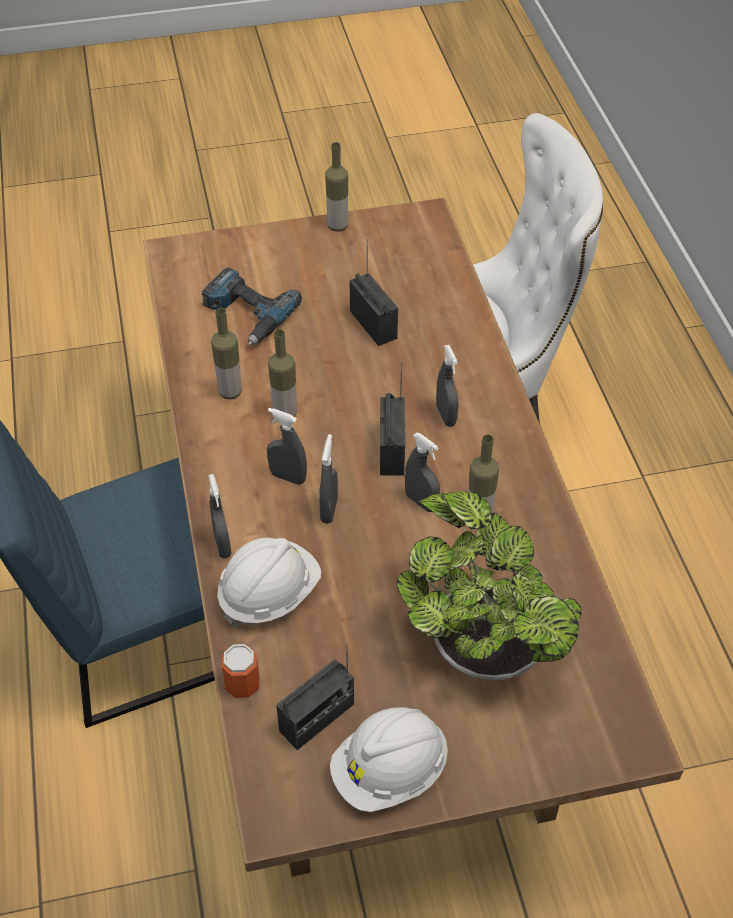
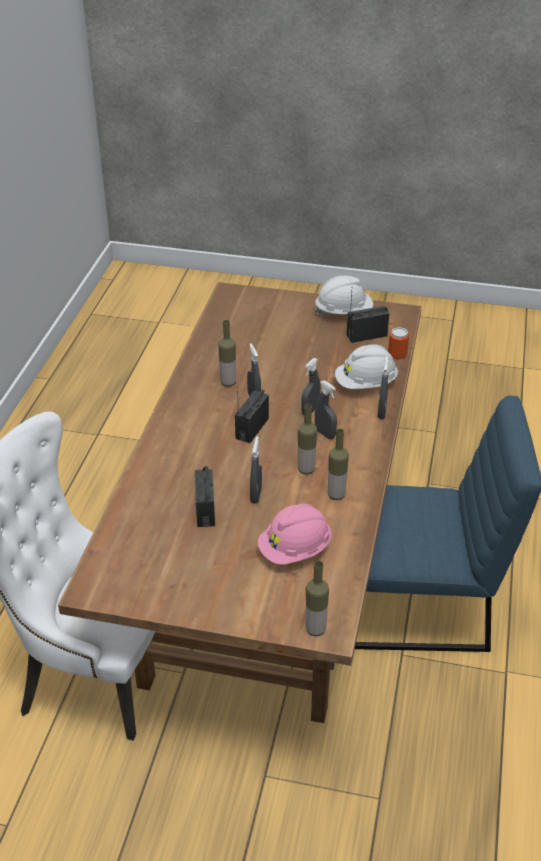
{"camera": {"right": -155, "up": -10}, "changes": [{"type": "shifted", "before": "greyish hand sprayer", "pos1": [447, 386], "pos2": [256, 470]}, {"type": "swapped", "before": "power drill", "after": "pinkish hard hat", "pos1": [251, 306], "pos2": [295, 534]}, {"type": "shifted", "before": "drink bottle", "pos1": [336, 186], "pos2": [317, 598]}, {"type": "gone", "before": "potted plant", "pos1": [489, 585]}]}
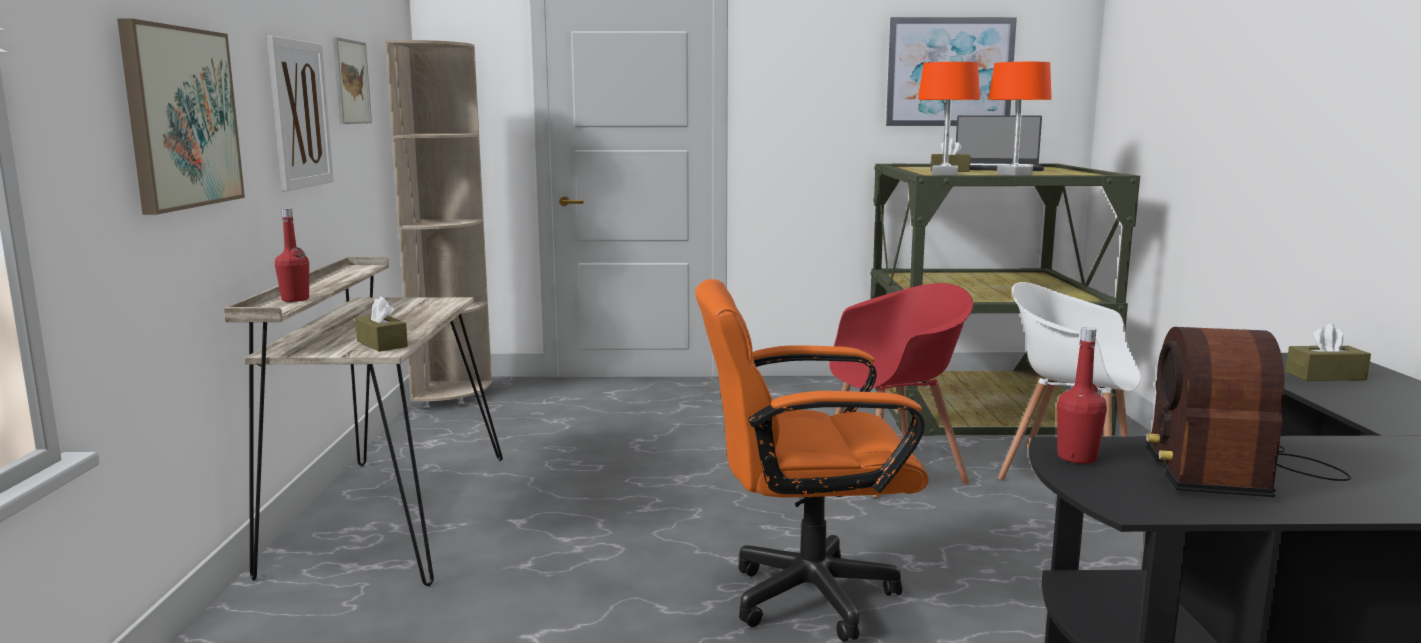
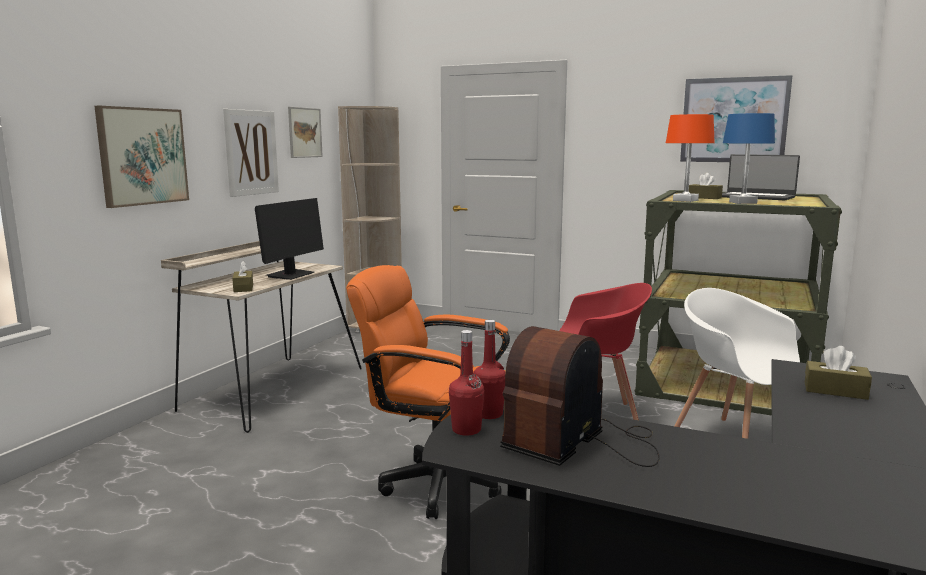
{"camera": {"right": 25, "up": 0}, "changes": [{"type": "new", "after": "computer screen", "pos2": [289, 239]}, {"type": "shifted", "before": "reddish drink bottle", "pos1": [292, 255], "pos2": [467, 383]}, {"type": "repainted", "before": "orange-coloured tabletop lamp", "after": "blue-coloured tabletop lamp", "pos1": [1020, 118], "pos2": [749, 158]}]}
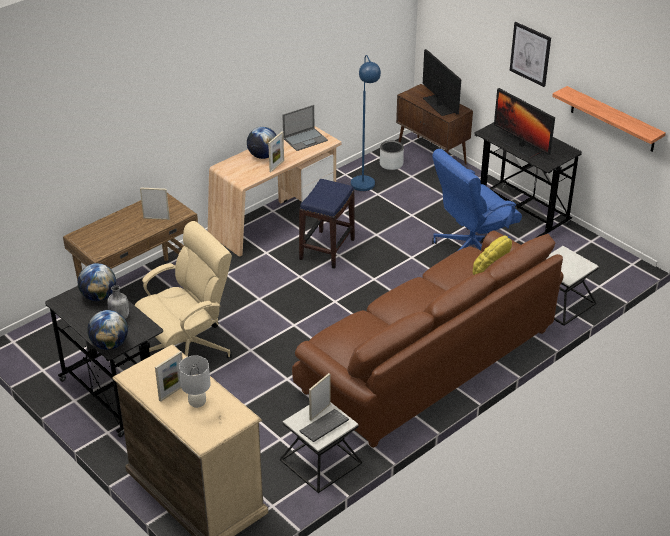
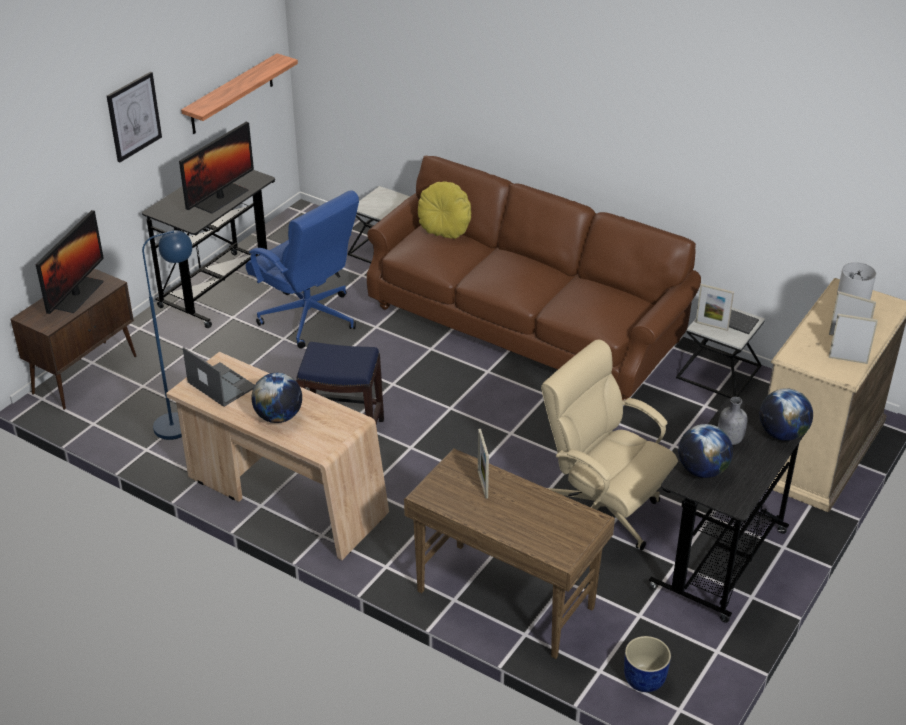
{"camera": {"right": -105, "up": 0}, "changes": [{"type": "rotated", "before": "computer screen", "pos1": [442, 82], "pos2": [70, 262], "turn": 150}, {"type": "new", "after": "blue-coloured planter", "pos2": [647, 664]}, {"type": "shifted", "before": "picture frame", "pos1": [276, 151], "pos2": [853, 339]}, {"type": "gone", "before": "greyish planter", "pos1": [392, 155]}]}
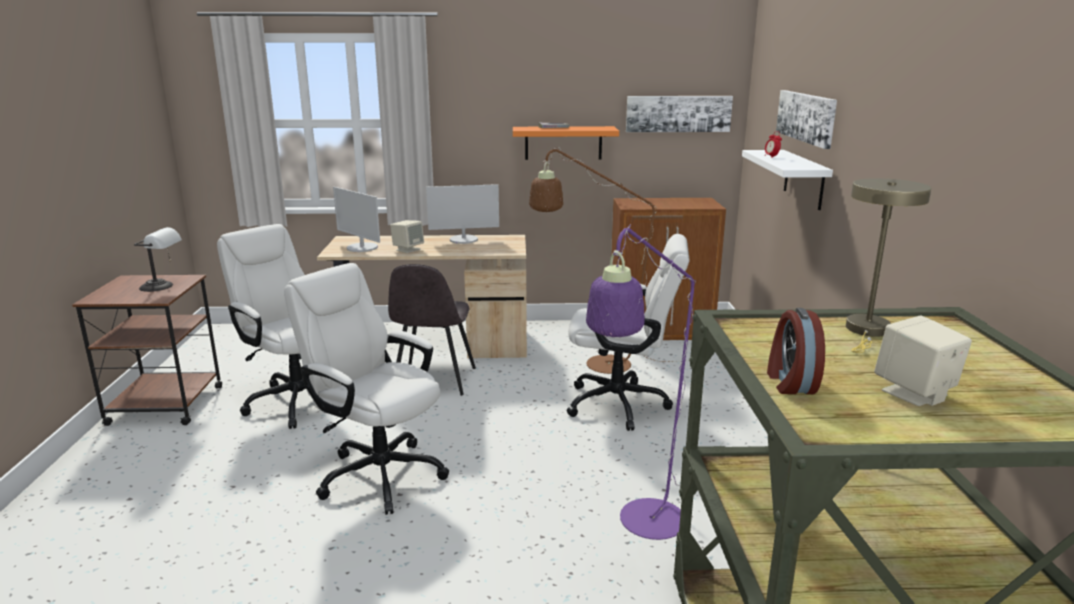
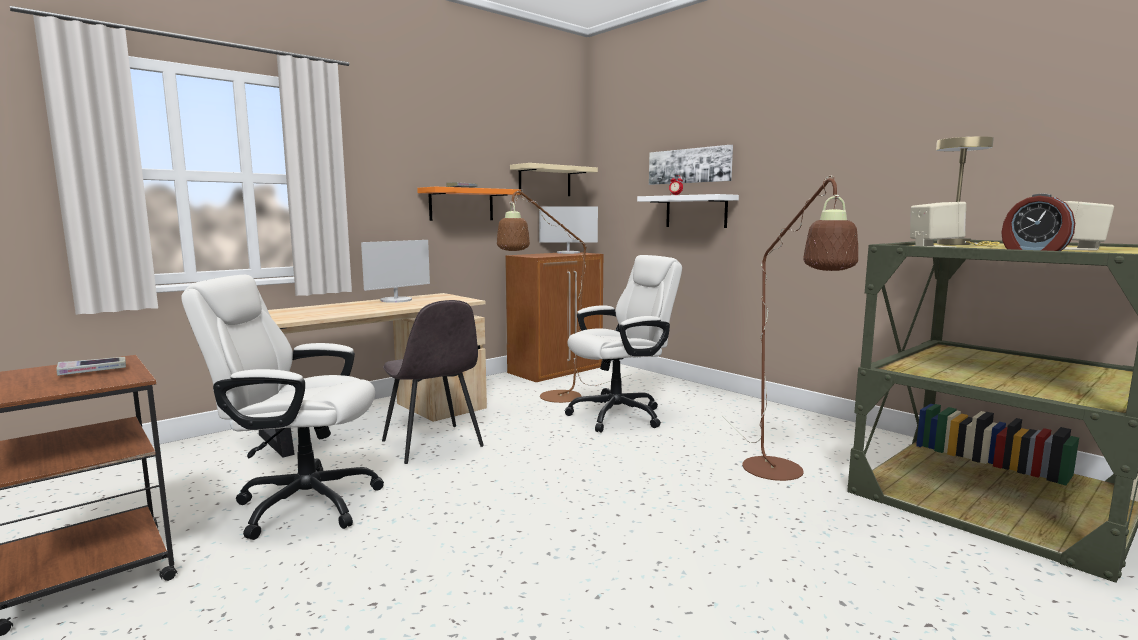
{"camera": {"right": -40, "up": -10}, "changes": [{"type": "swapped", "before": "tabletop lamp", "after": "bound book", "pos1": [158, 259], "pos2": [91, 366]}, {"type": "swapped", "before": "wall art", "after": "beige-coloured shelf", "pos1": [679, 114], "pos2": [554, 179]}, {"type": "shifted", "before": "computer screen", "pos1": [356, 219], "pos2": [568, 230]}, {"type": "repainted", "before": "purplish floor lamp", "after": "brown-coloured floor lamp", "pos1": [655, 382], "pos2": [796, 328]}, {"type": "shifted", "before": "beige-coloured speaker", "pos1": [407, 236], "pos2": [938, 224]}, {"type": "gone", "before": "white-coloured desk chair", "pos1": [366, 389]}]}
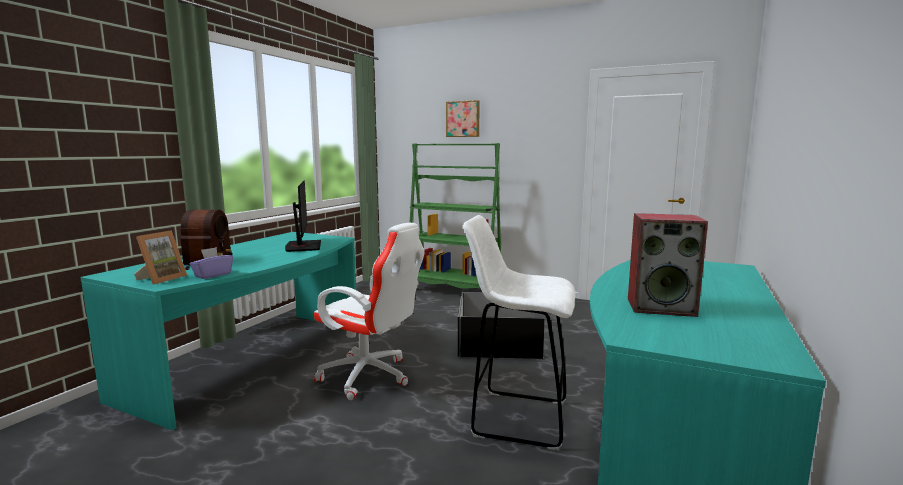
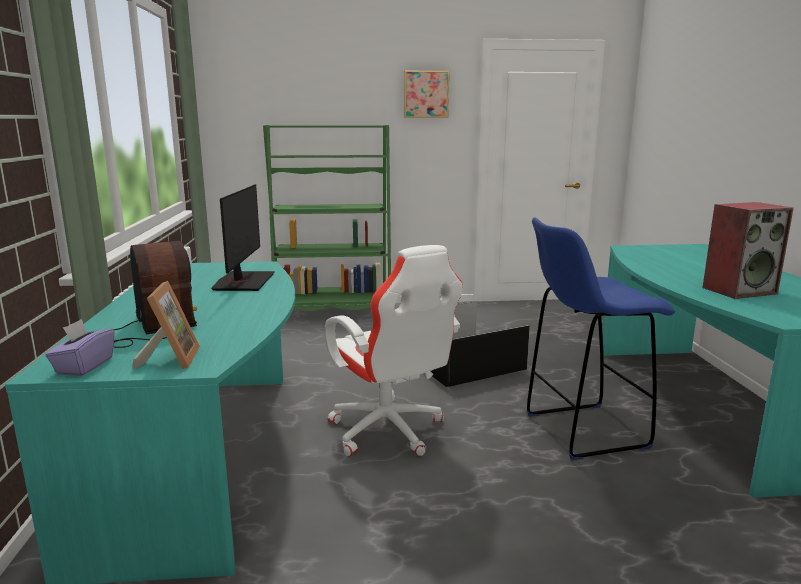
{"camera": {"right": -30, "up": 5}, "changes": [{"type": "shifted", "before": "purplish tissue holder", "pos1": [211, 263], "pos2": [80, 347]}, {"type": "rotated", "before": "computer screen", "pos1": [303, 216], "pos2": [243, 237], "turn": 45}, {"type": "rotated", "before": "white-coloured desk chair", "pos1": [369, 311], "pos2": [394, 350], "turn": 60}, {"type": "shifted", "before": "wall art", "pos1": [463, 118], "pos2": [426, 94]}, {"type": "repainted", "before": "white-coloured sitting stool", "after": "blue-coloured sitting stool", "pos1": [518, 333], "pos2": [600, 338]}]}
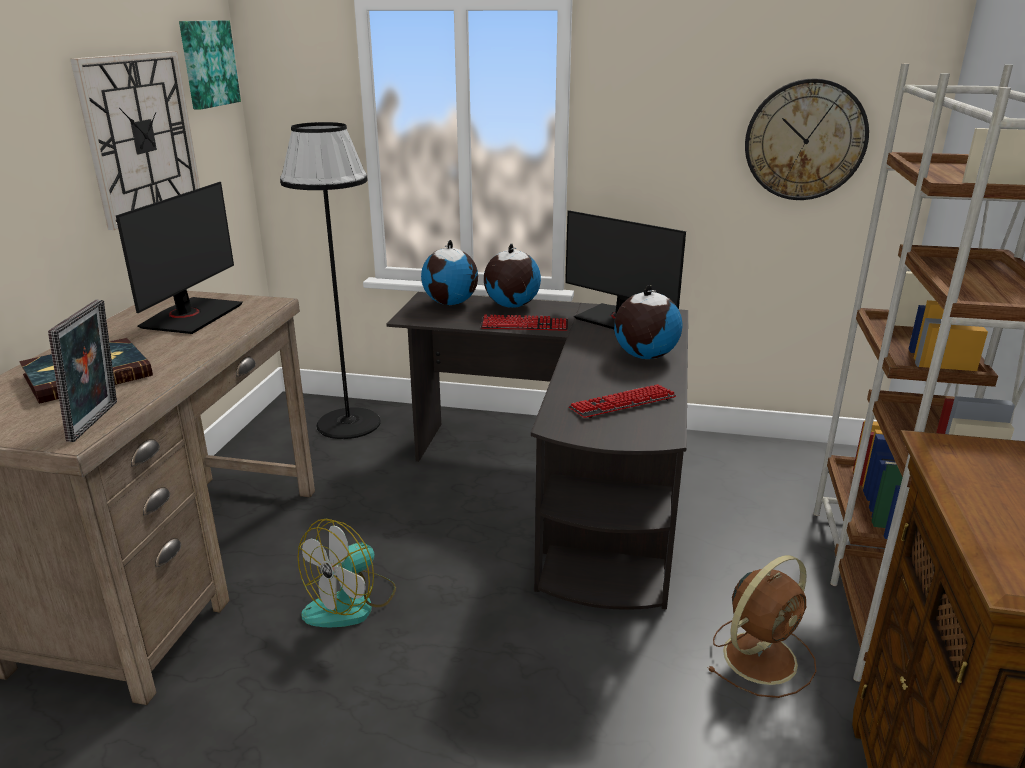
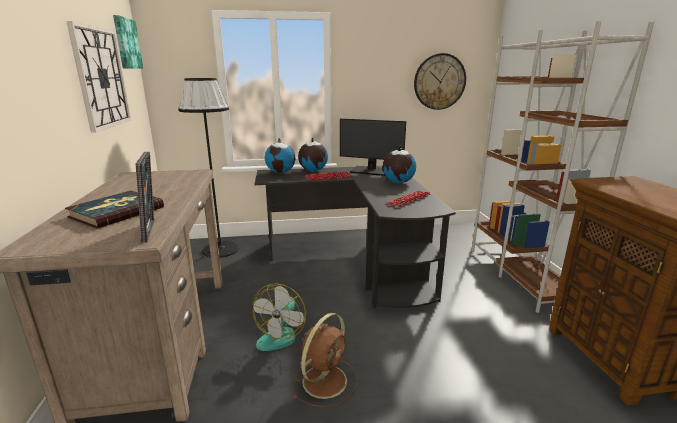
{"camera": {"right": -20, "up": -5}, "changes": [{"type": "shifted", "before": "brown-coloured electric fan", "pos1": [761, 626], "pos2": [325, 360]}, {"type": "gone", "before": "computer screen", "pos1": [179, 258]}]}
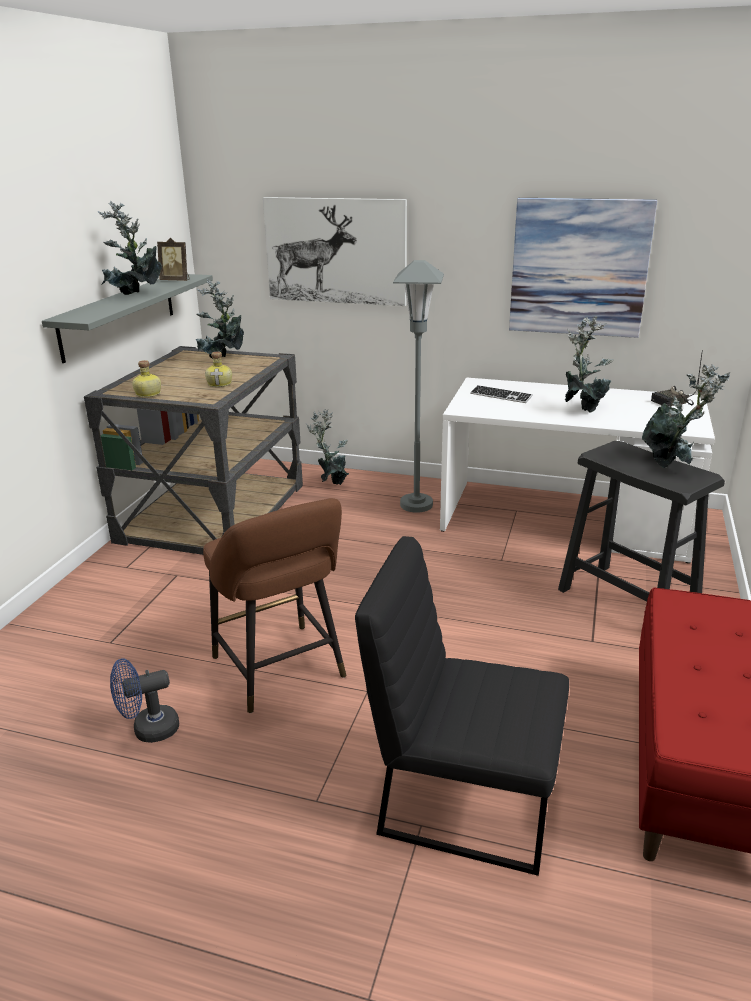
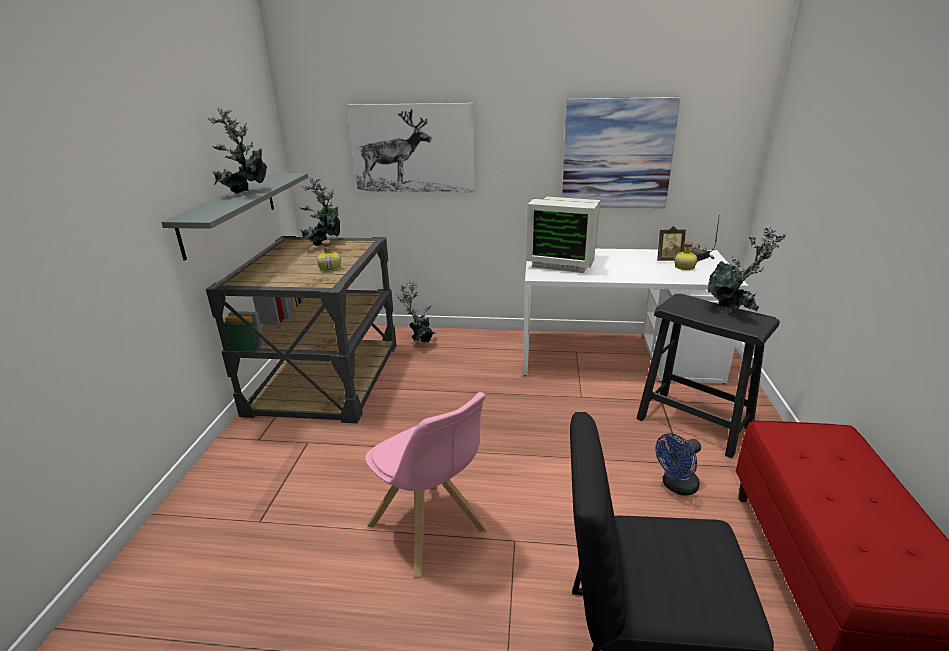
{"camera": {"right": -10, "up": 0}, "changes": [{"type": "swapped", "before": "brown-coloured sitting stool", "after": "pinkish plain chair", "pos1": [274, 605], "pos2": [426, 485]}, {"type": "swapped", "before": "computer keyboard", "after": "computer screen", "pos1": [501, 394], "pos2": [563, 235]}, {"type": "shifted", "before": "blue-coloured electric fan", "pos1": [144, 700], "pos2": [678, 464]}, {"type": "shifted", "before": "picture frame", "pos1": [173, 259], "pos2": [671, 243]}, {"type": "shifted", "before": "drink bottle", "pos1": [146, 378], "pos2": [686, 255]}, {"type": "gone", "before": "greyish floor lamp", "pos1": [418, 386]}, {"type": "gone", "before": "potted plant", "pos1": [589, 364]}]}
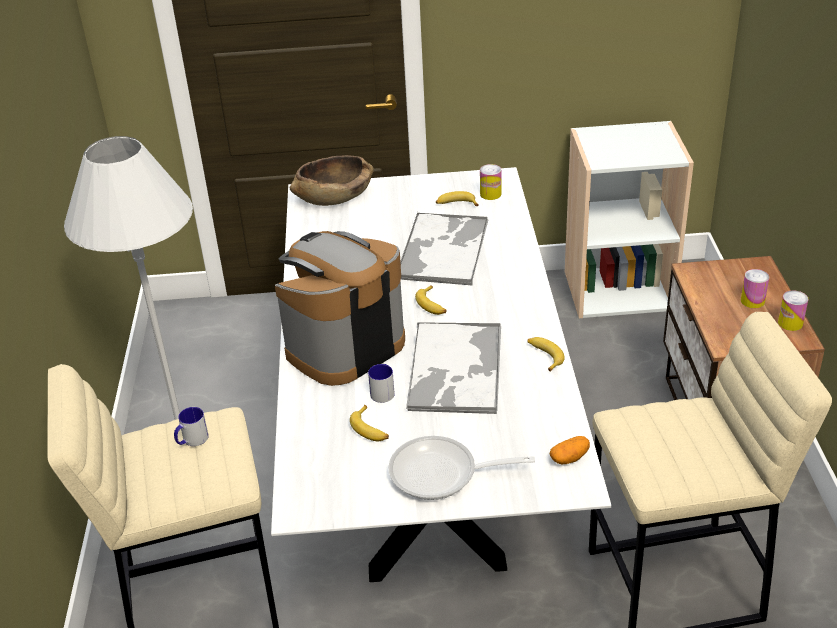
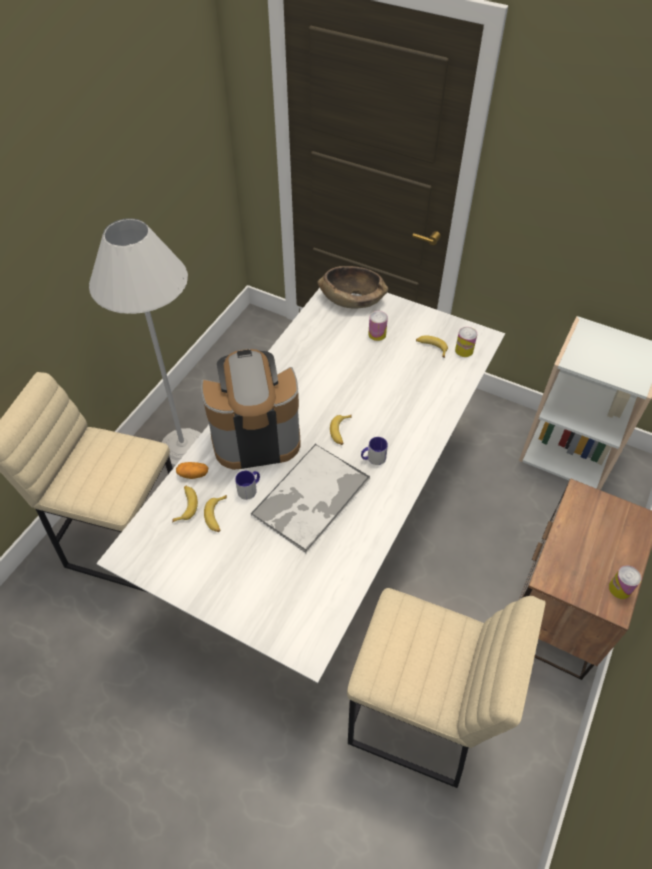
{"camera": {"right": 30, "up": 15}, "changes": [{"type": "shifted", "before": "banana", "pos1": [546, 354], "pos2": [185, 504]}, {"type": "shifted", "before": "whole potato", "pos1": [570, 450], "pos2": [192, 470]}, {"type": "shifted", "before": "coffee mug", "pos1": [191, 426], "pos2": [374, 451]}, {"type": "shifted", "before": "sealed can", "pos1": [755, 288], "pos2": [378, 326]}, {"type": "gone", "before": "frying pan", "pos1": [461, 468]}, {"type": "gone", "before": "tray", "pos1": [444, 248]}]}
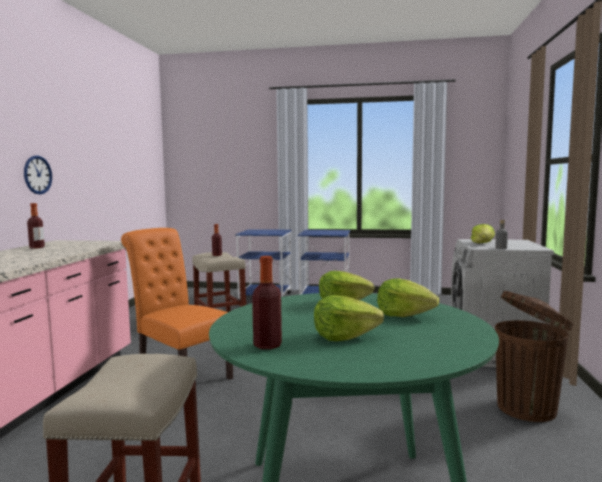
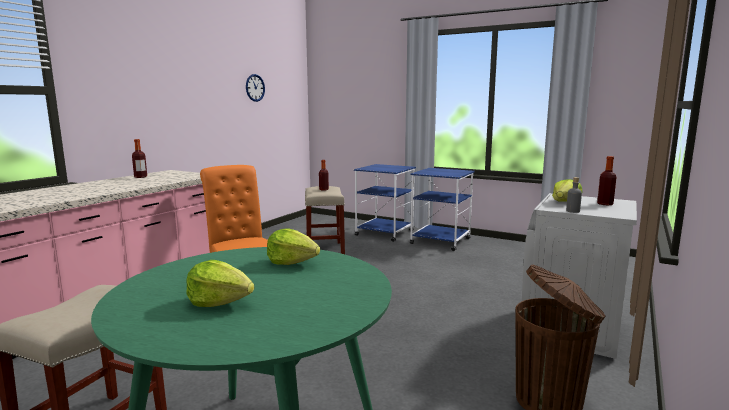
{"camera": {"right": 20, "up": 5}, "changes": [{"type": "shifted", "before": "hanging clock", "pos1": [38, 175], "pos2": [255, 88]}, {"type": "shifted", "before": "drink bottle", "pos1": [267, 302], "pos2": [606, 180]}, {"type": "gone", "before": "lettuce", "pos1": [408, 298]}]}
